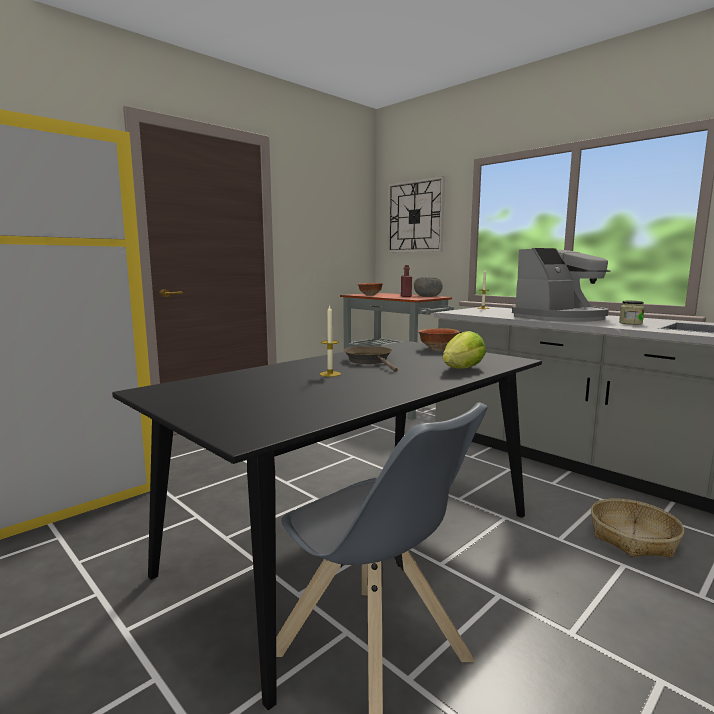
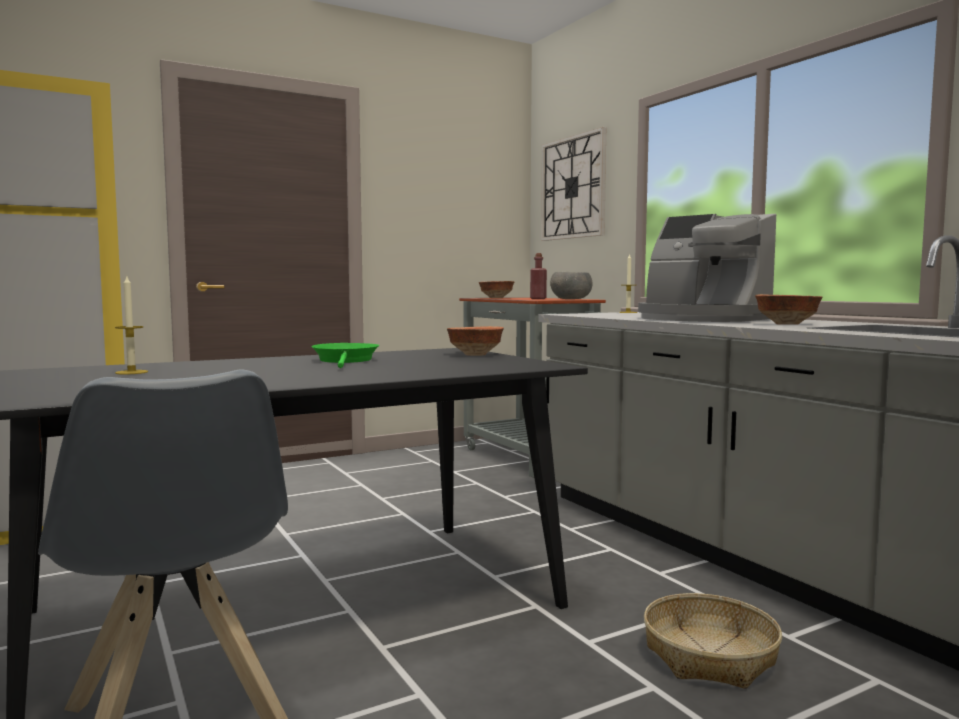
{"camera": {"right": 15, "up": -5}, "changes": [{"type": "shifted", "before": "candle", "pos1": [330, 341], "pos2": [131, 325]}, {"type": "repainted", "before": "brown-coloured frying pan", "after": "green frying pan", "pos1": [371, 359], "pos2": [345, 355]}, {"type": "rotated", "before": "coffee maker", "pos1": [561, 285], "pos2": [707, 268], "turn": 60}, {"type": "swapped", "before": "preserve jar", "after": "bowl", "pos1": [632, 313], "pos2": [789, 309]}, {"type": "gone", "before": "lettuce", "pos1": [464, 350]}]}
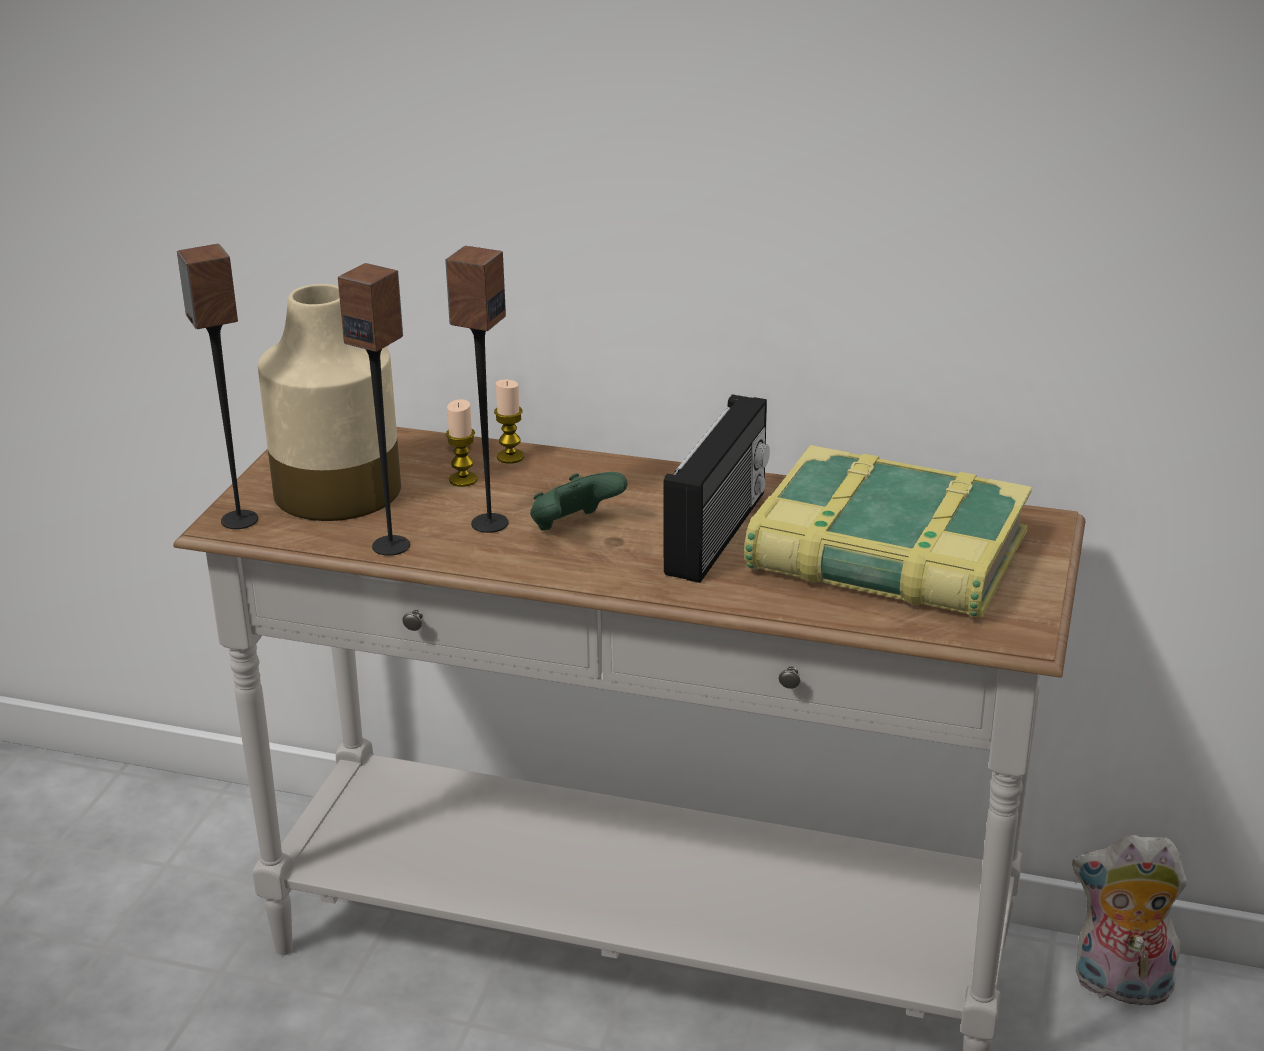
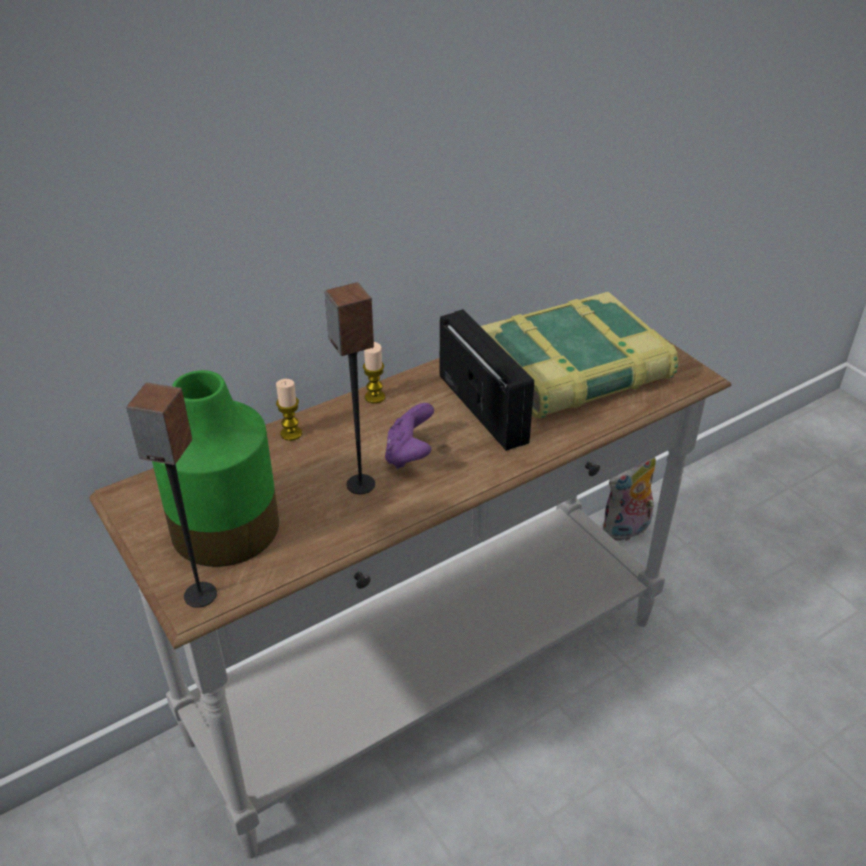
{"camera": {"right": -50, "up": 10}, "changes": [{"type": "repainted", "before": "beige-coloured vase", "after": "green vase", "pos1": [329, 402], "pos2": [215, 468]}, {"type": "shifted", "before": "candle", "pos1": [462, 443], "pos2": [374, 373]}, {"type": "repainted", "before": "green game controller", "after": "purplish game controller", "pos1": [578, 501], "pos2": [409, 436]}, {"type": "gone", "before": "speaker", "pos1": [374, 409]}]}
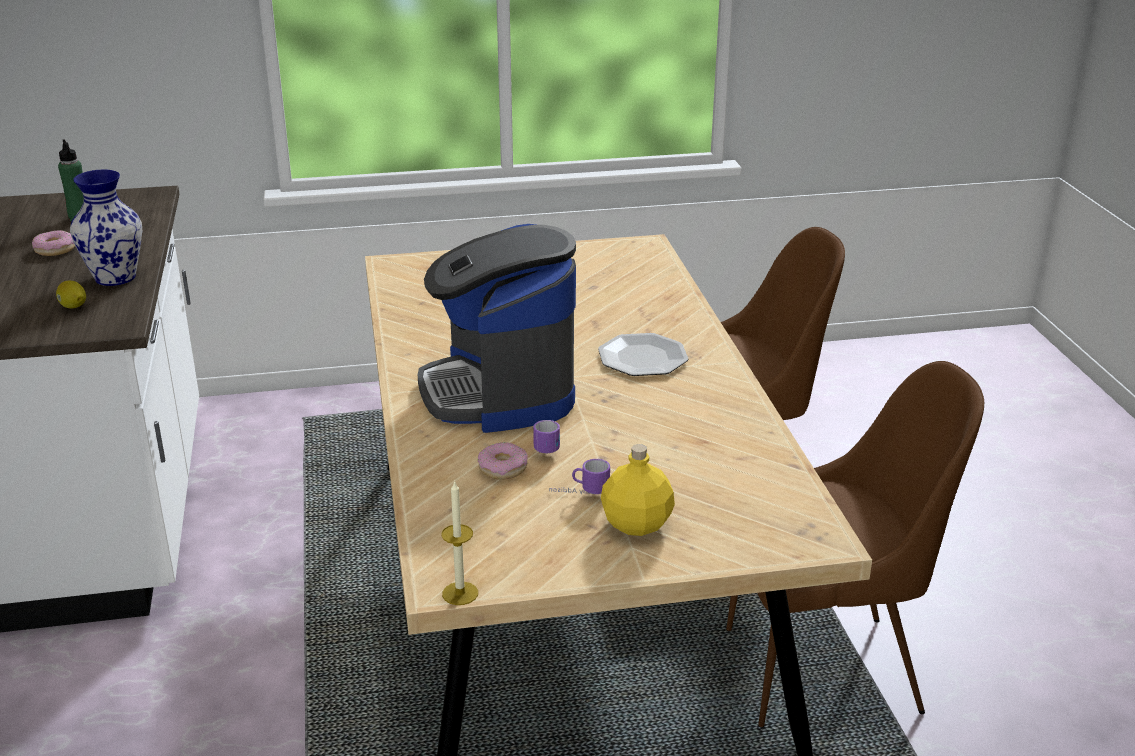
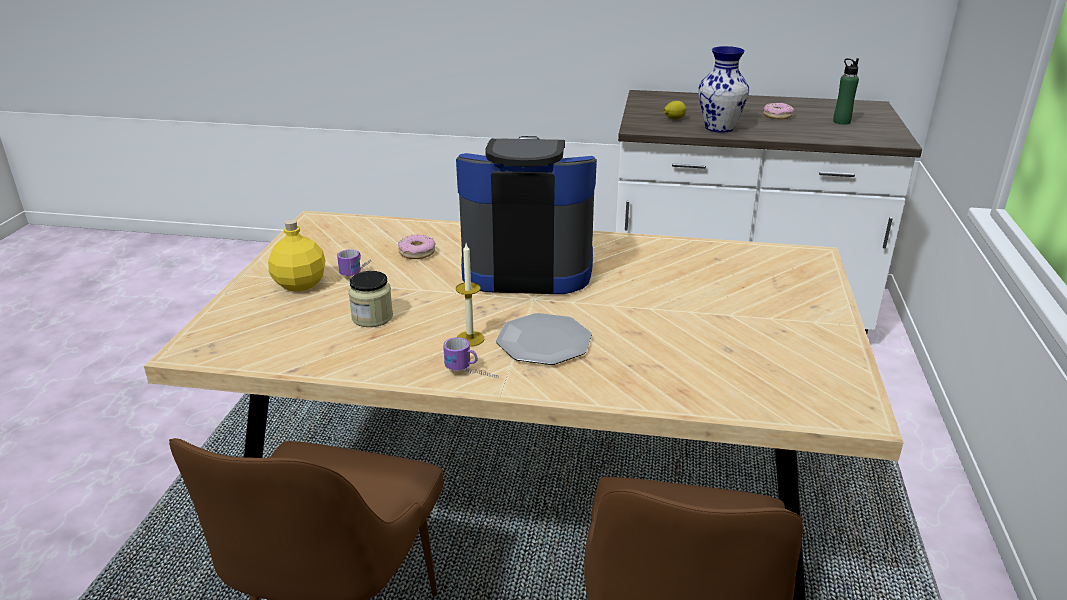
{"camera": {"right": 110, "up": 0}, "changes": [{"type": "new", "after": "preserve jar", "pos2": [370, 299]}, {"type": "shifted", "before": "coffee mug", "pos1": [546, 436], "pos2": [471, 357]}, {"type": "shifted", "before": "candle", "pos1": [459, 542], "pos2": [470, 295]}]}
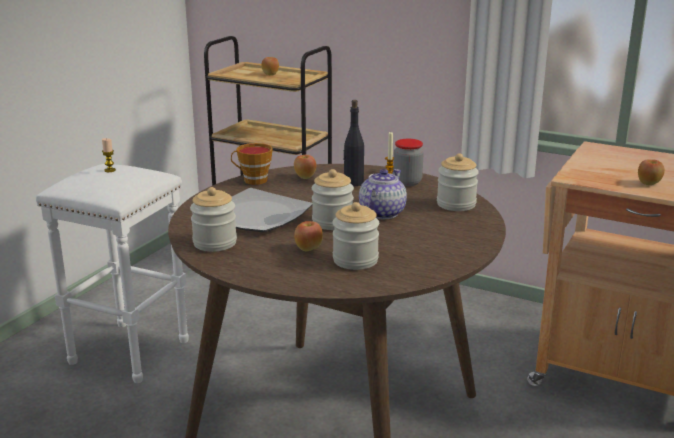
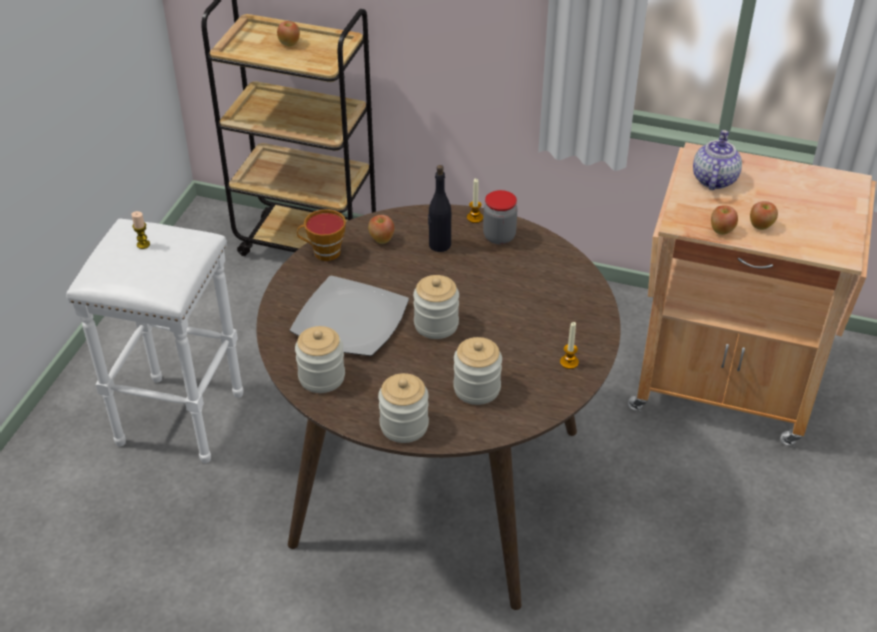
{"camera": {"right": -10, "up": 20}, "changes": [{"type": "shifted", "before": "preserve jar", "pos1": [458, 182], "pos2": [403, 408]}, {"type": "new", "after": "candle", "pos2": [569, 345]}, {"type": "shifted", "before": "pot for tea", "pos1": [383, 194], "pos2": [717, 160]}, {"type": "shifted", "before": "apple fruit", "pos1": [308, 236], "pos2": [724, 220]}]}
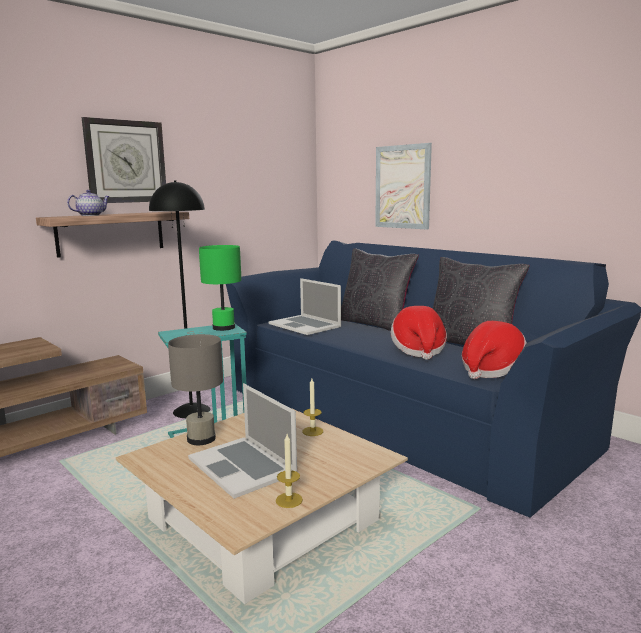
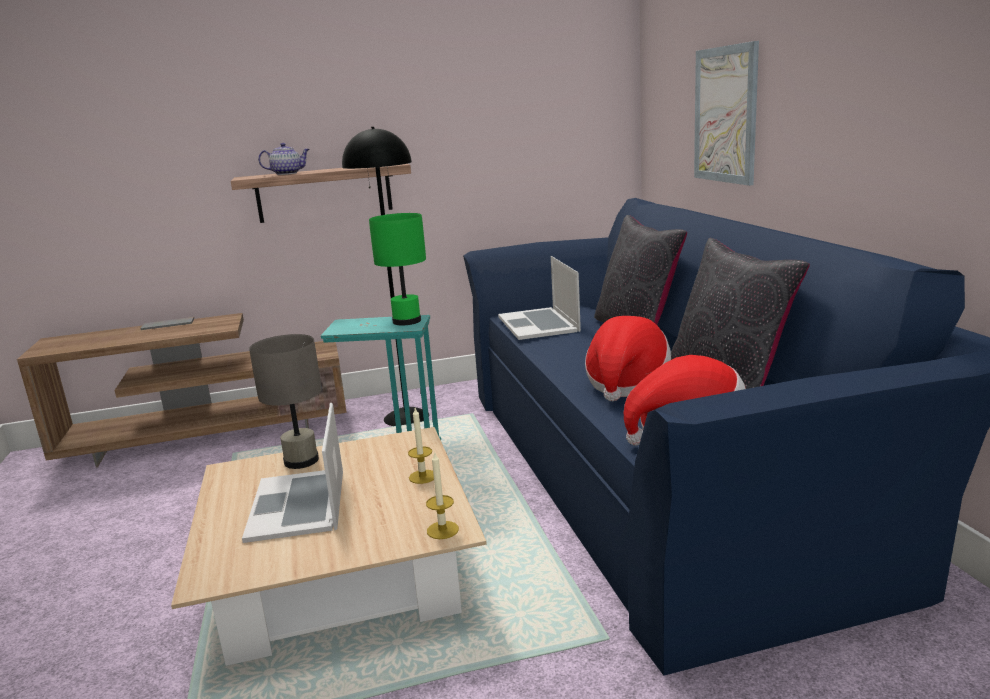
{"camera": {"right": 30, "up": 5}, "changes": [{"type": "shifted", "before": "candle", "pos1": [289, 471], "pos2": [442, 495]}, {"type": "gone", "before": "hanging clock", "pos1": [124, 160]}]}
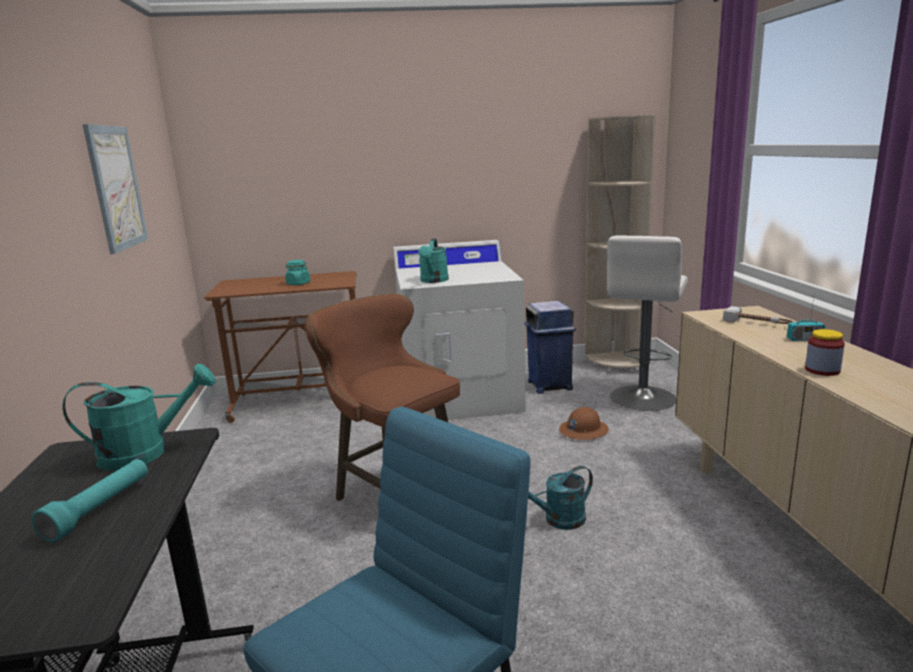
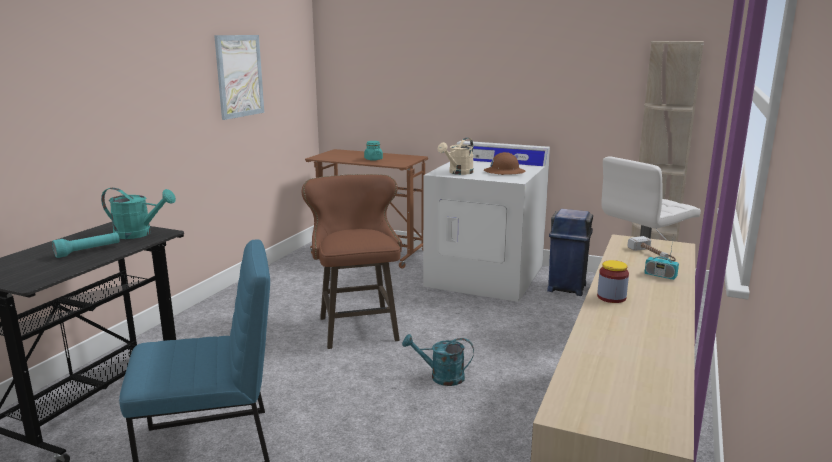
{"camera": {"right": 30, "up": 0}, "changes": [{"type": "repainted", "before": "turquoise watering pot", "after": "beige-coloured watering pot", "pos1": [433, 261], "pos2": [456, 156]}, {"type": "shifted", "before": "brown-coloured hard hat", "pos1": [584, 423], "pos2": [504, 163]}]}
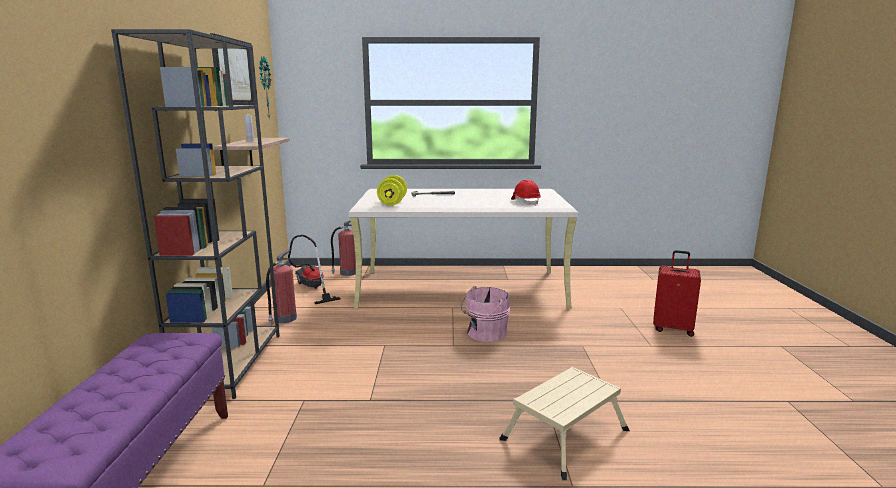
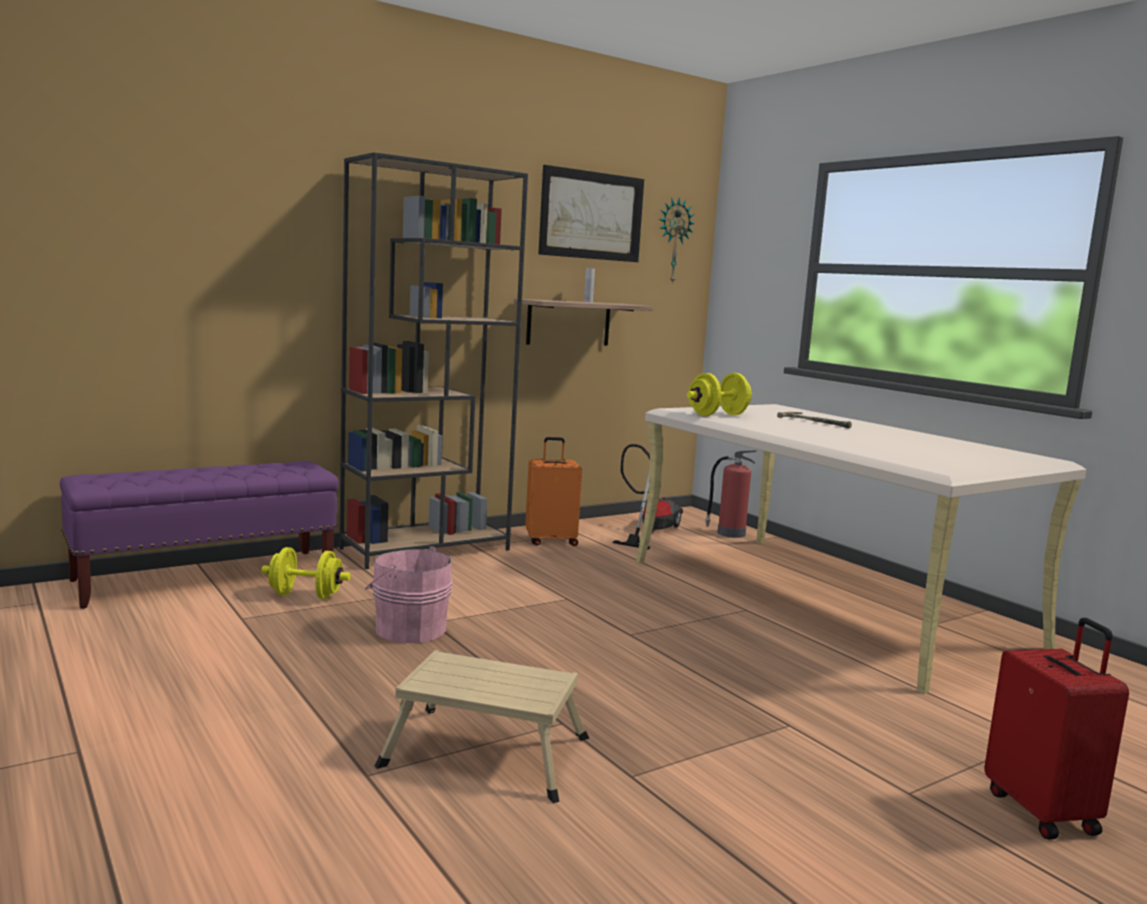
{"camera": {"right": 55, "up": -5}, "changes": [{"type": "new", "after": "yellow hand weight", "pos2": [305, 573]}, {"type": "shifted", "before": "pinkish bucket", "pos1": [485, 314], "pos2": [409, 594]}, {"type": "swapped", "before": "fire extinguisher", "after": "orange-coloured suitcase", "pos1": [281, 287], "pos2": [553, 491]}, {"type": "gone", "before": "reddish hard hat", "pos1": [526, 193]}]}
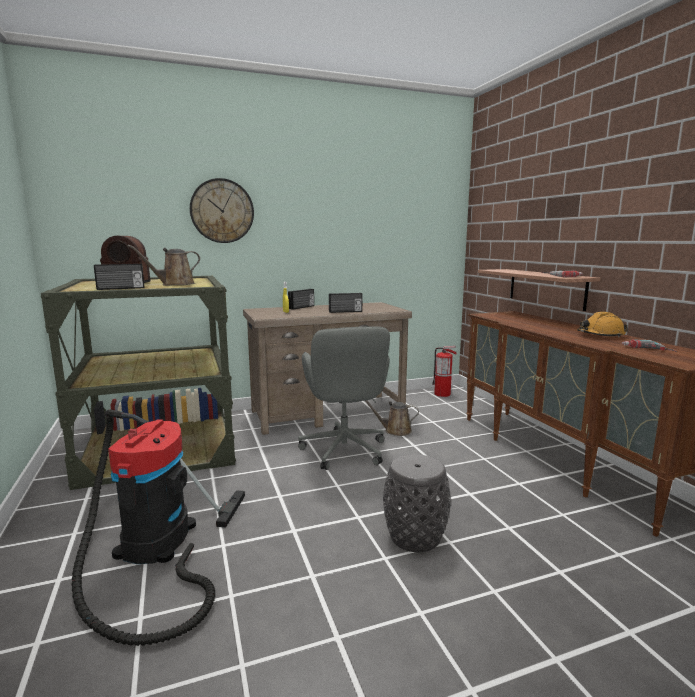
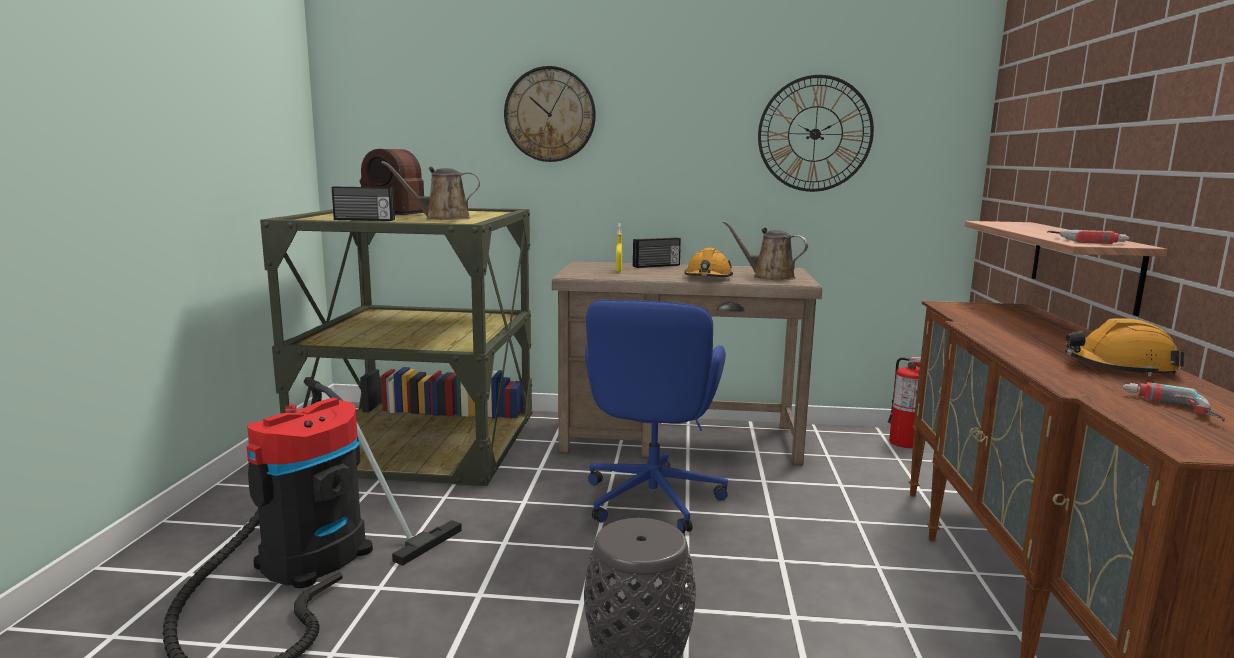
{"camera": {"right": 25, "up": 0}, "changes": [{"type": "repainted", "before": "greyish desk chair", "after": "blue-coloured desk chair", "pos1": [344, 398], "pos2": [656, 416]}, {"type": "swapped", "before": "radio receiver", "after": "orange-coloured hard hat", "pos1": [345, 303], "pos2": [708, 262]}, {"type": "shifted", "before": "brown-coloured watering pot", "pos1": [392, 418], "pos2": [765, 250]}, {"type": "new", "after": "hanging clock", "pos2": [816, 133]}]}
